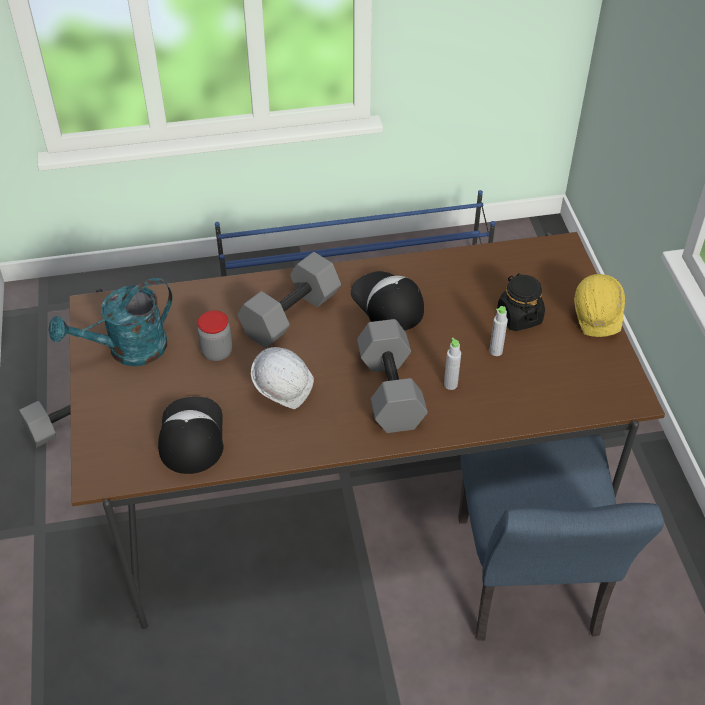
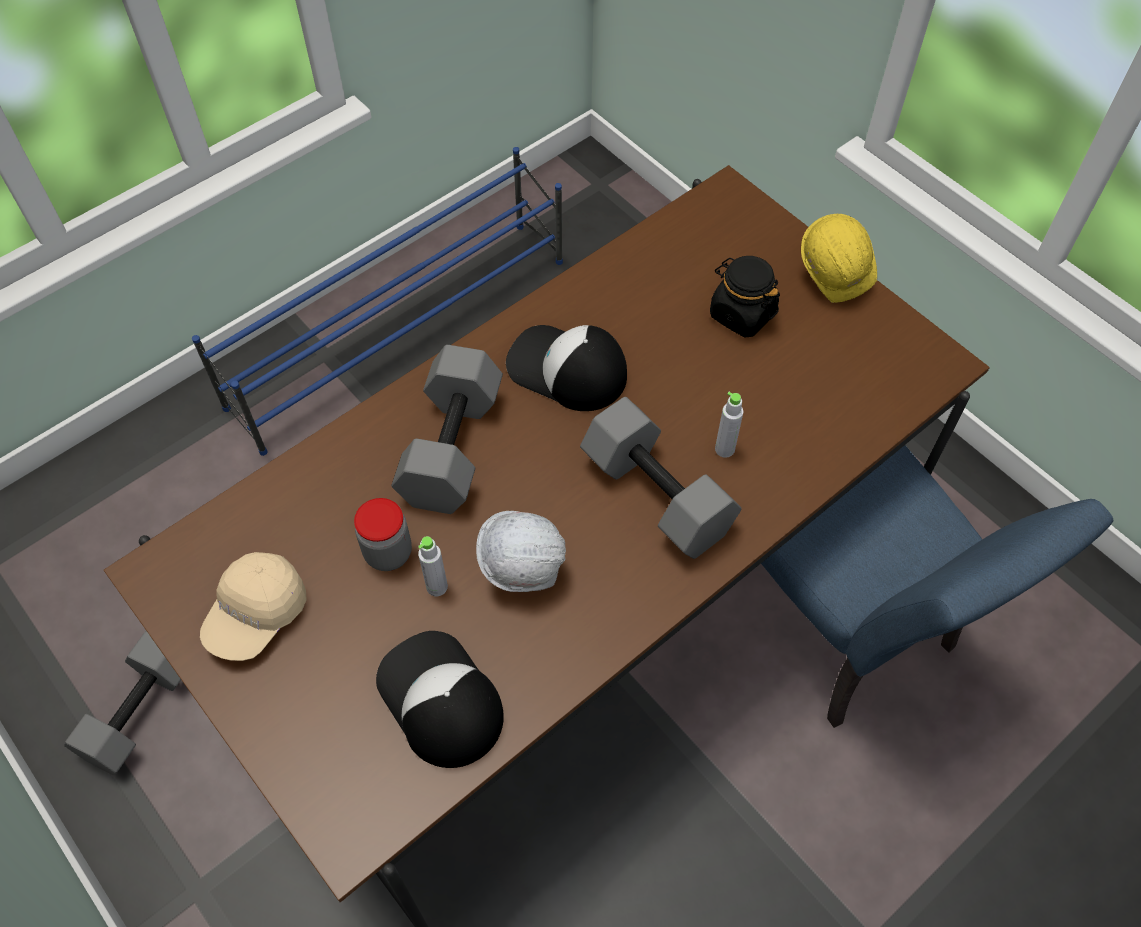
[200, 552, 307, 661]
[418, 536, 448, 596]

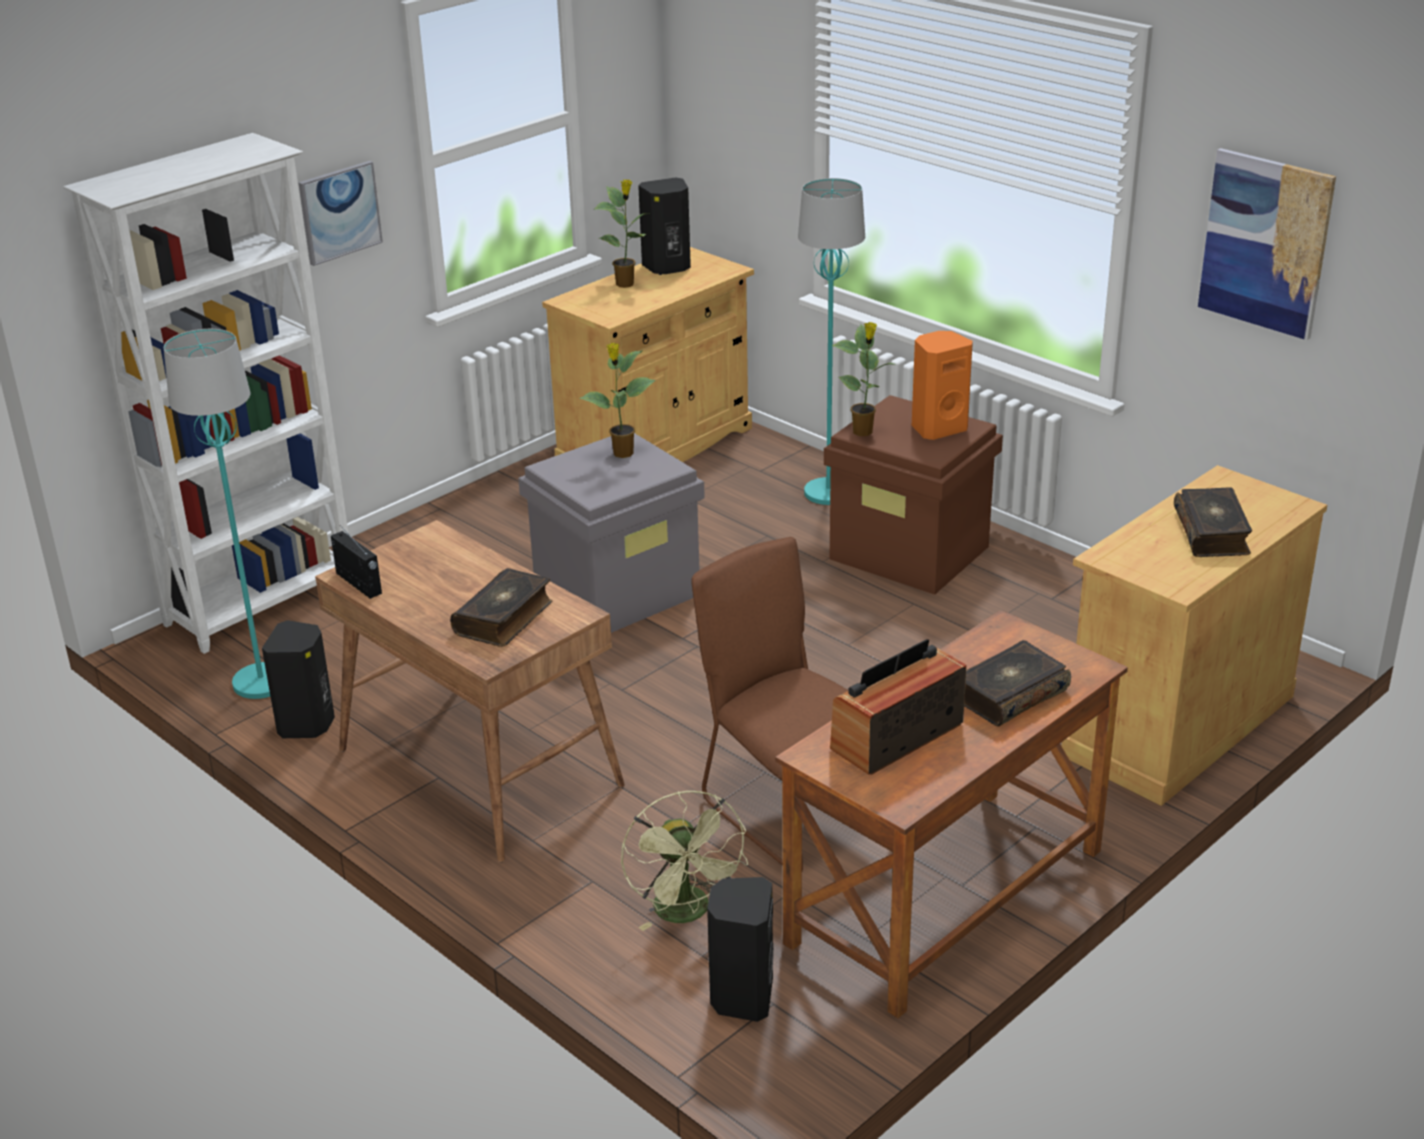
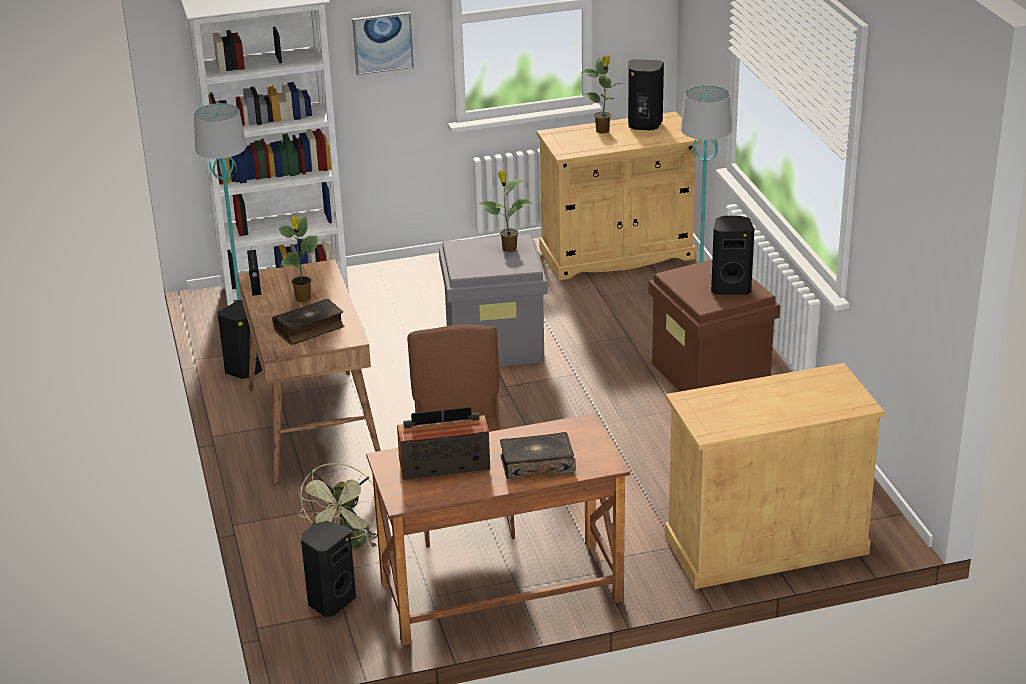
[279, 216, 318, 302]
[711, 216, 754, 295]
[1174, 488, 1252, 557] (first image)
[1198, 148, 1336, 340] (first image)

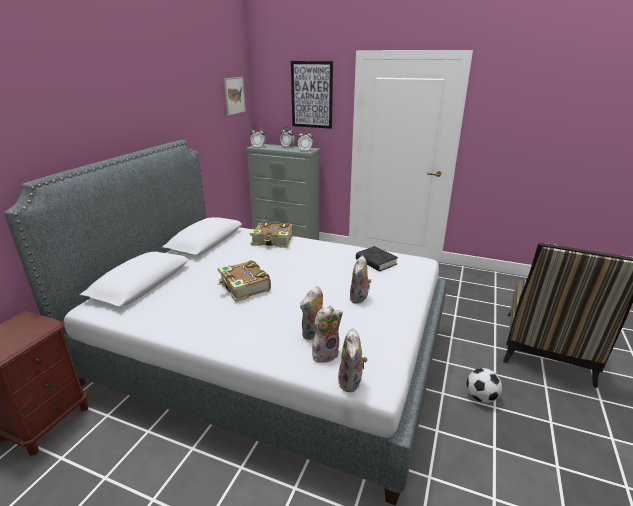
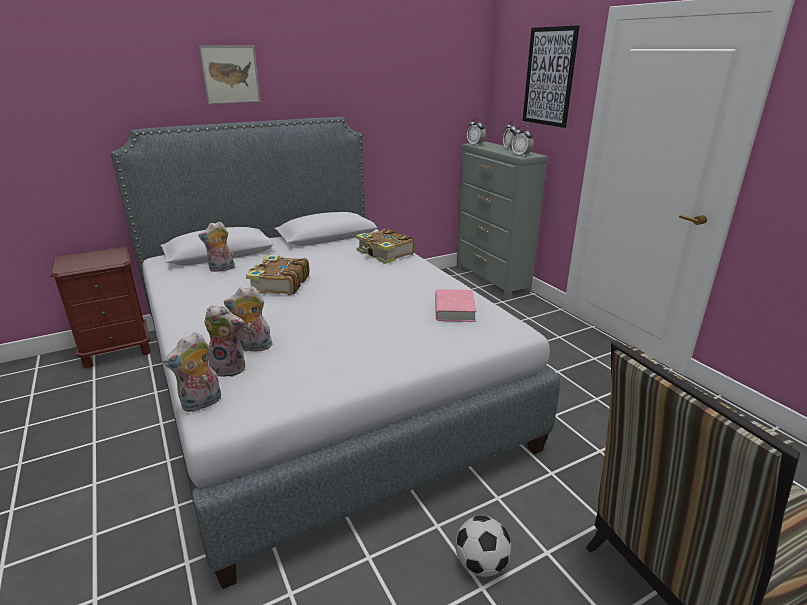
[198, 221, 235, 272]
[199, 45, 261, 104]
[435, 289, 476, 322]

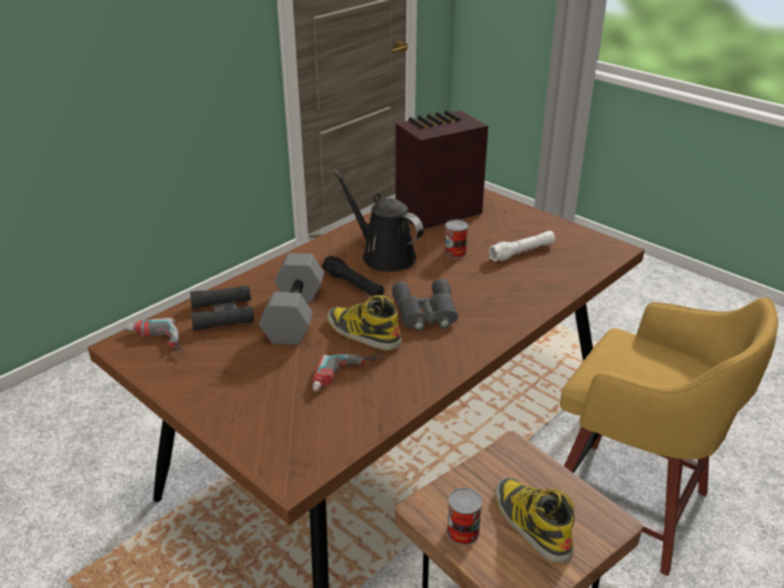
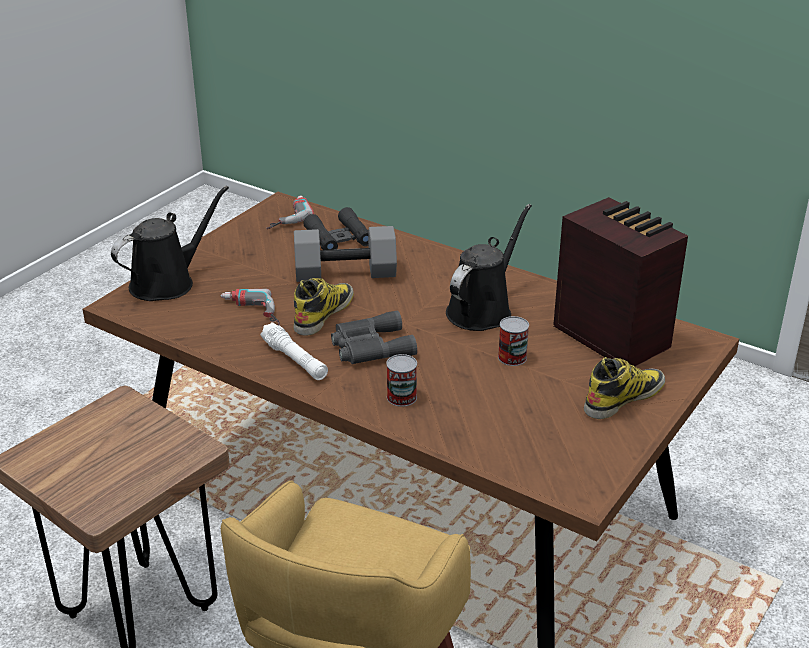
[111, 186, 229, 301]
[260, 322, 328, 380]
[386, 354, 417, 407]
[584, 357, 665, 419]
[322, 255, 384, 296] (first image)

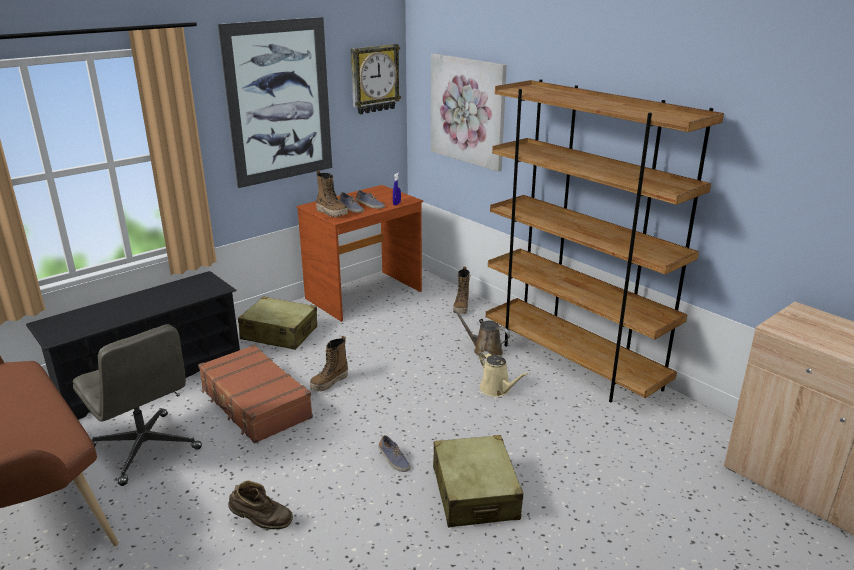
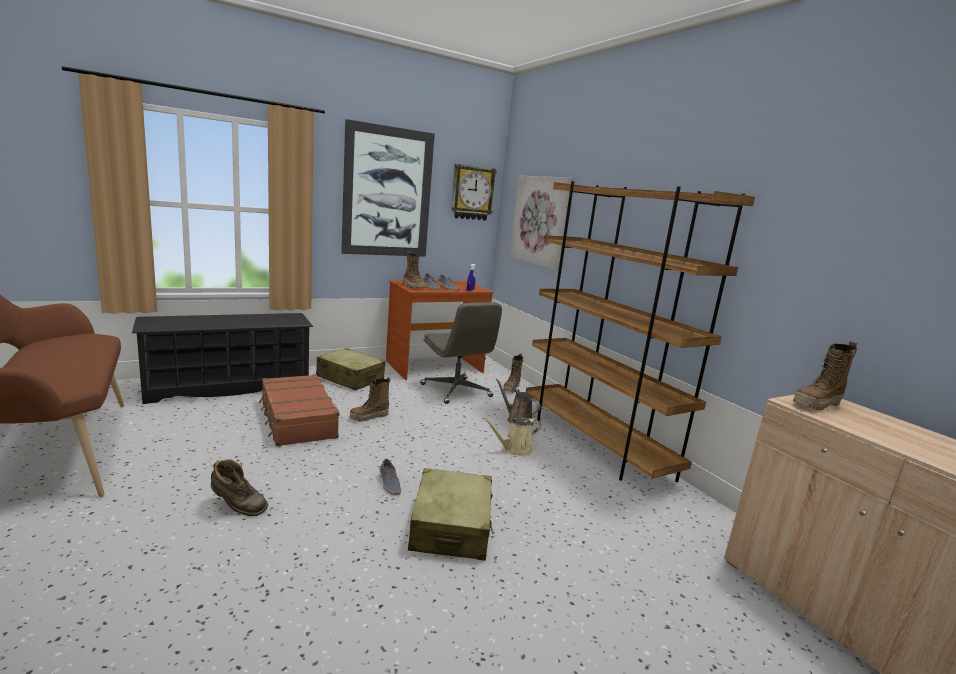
[420, 302, 502, 404]
[483, 417, 541, 456]
[793, 341, 857, 410]

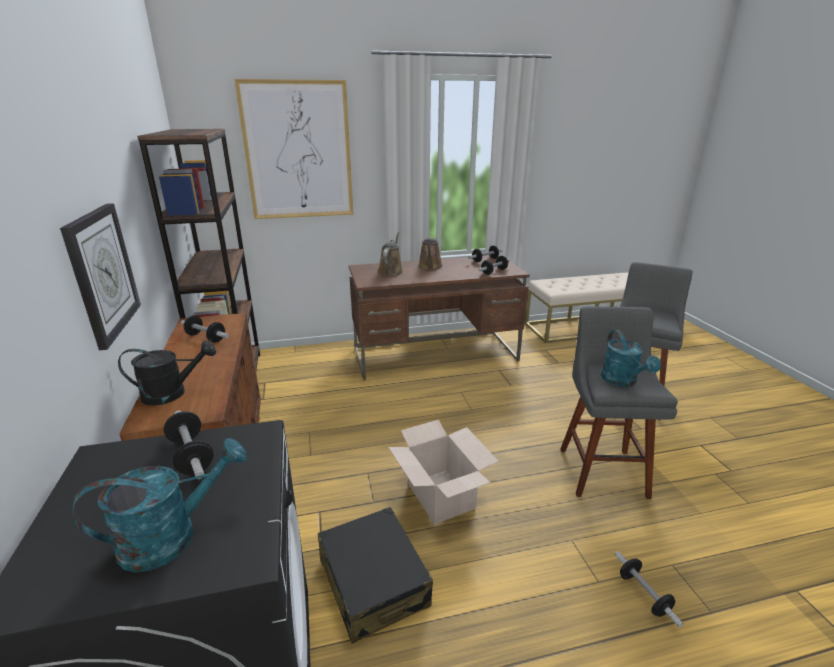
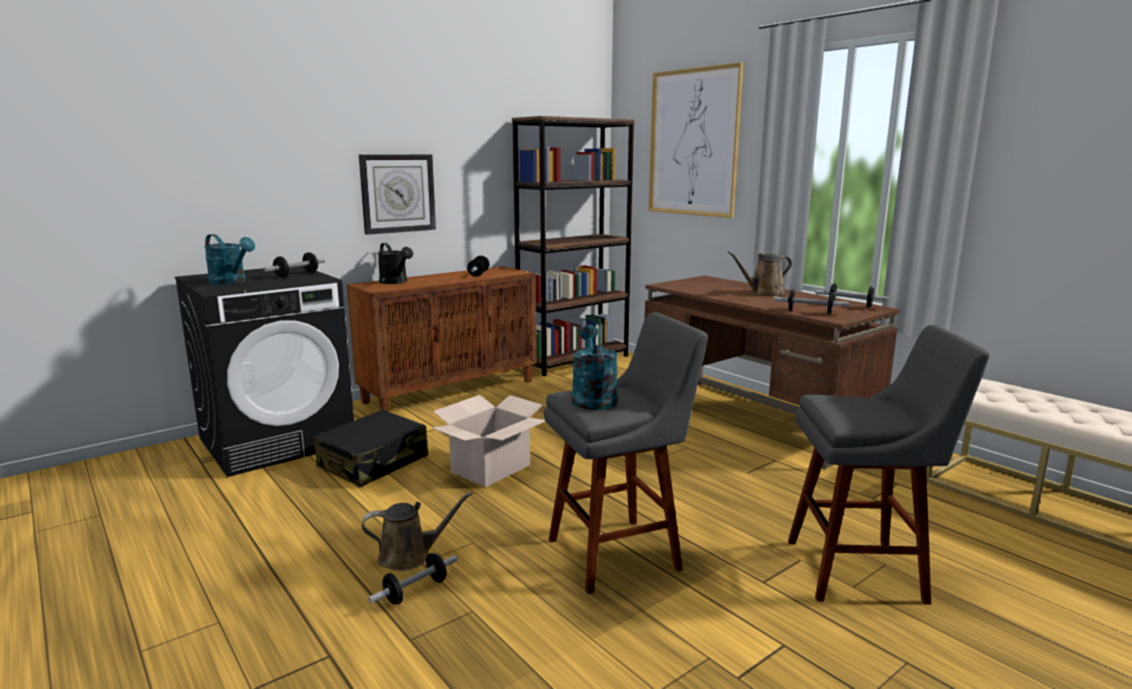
[362, 492, 473, 571]
[572, 325, 618, 410]

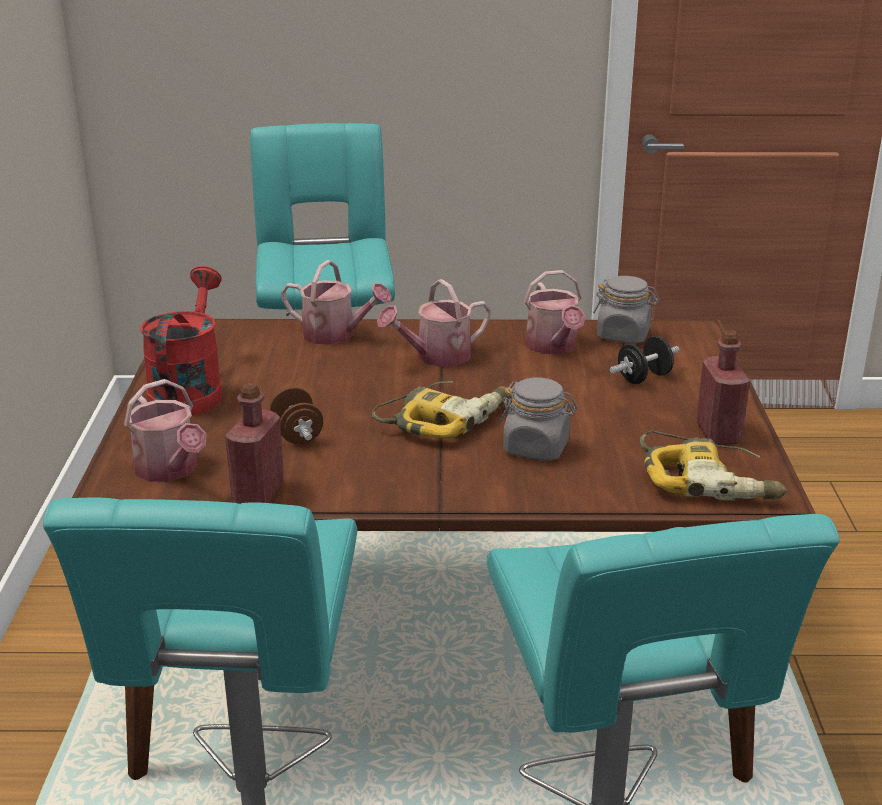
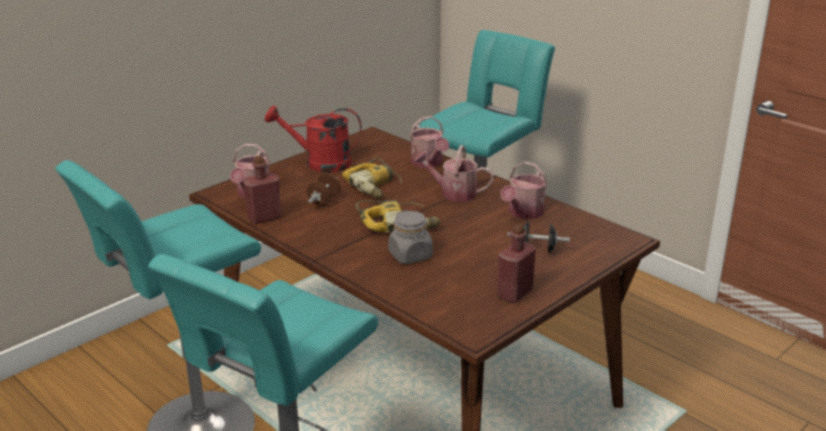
[265, 105, 362, 172]
[342, 157, 402, 199]
[593, 276, 660, 343] (first image)

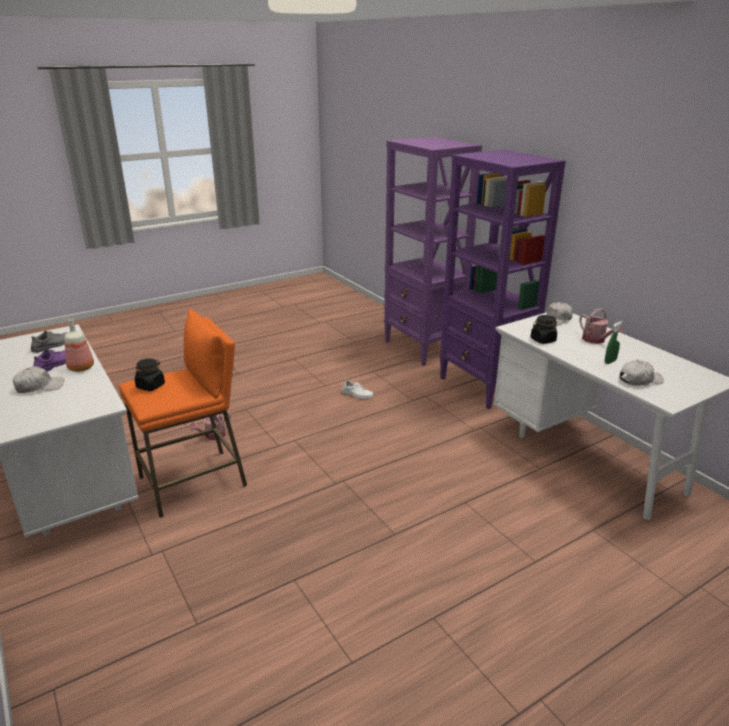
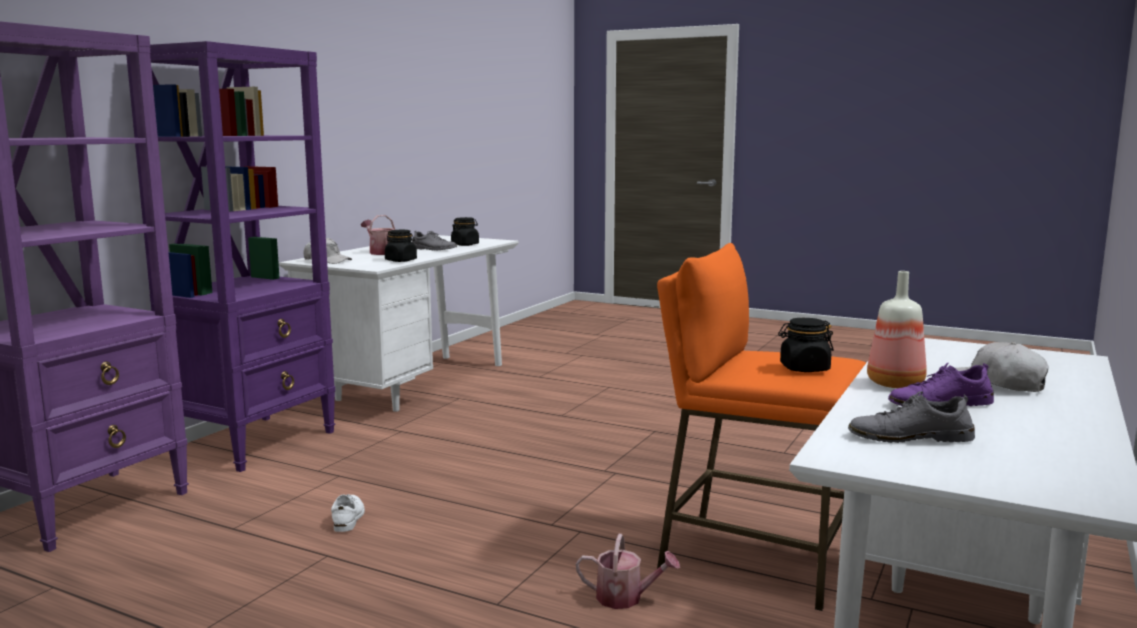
[361, 215, 395, 255]
[412, 231, 457, 251]
[451, 217, 479, 246]

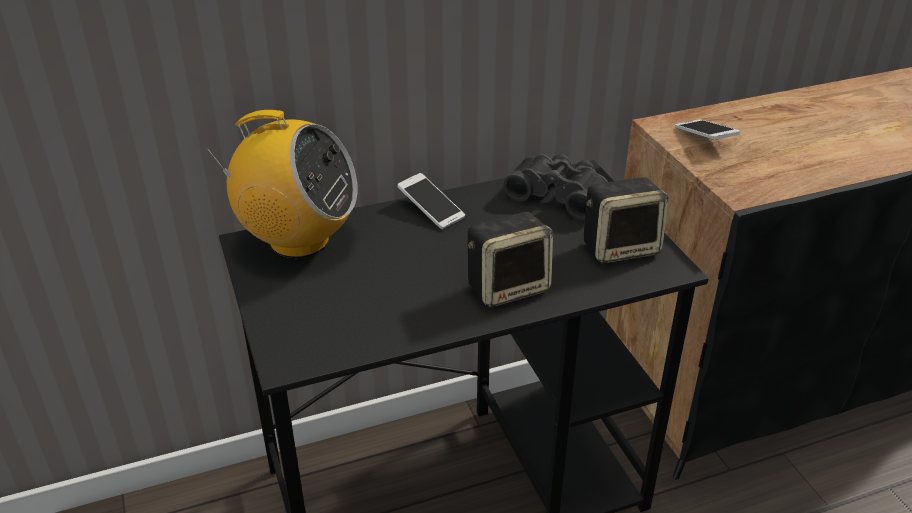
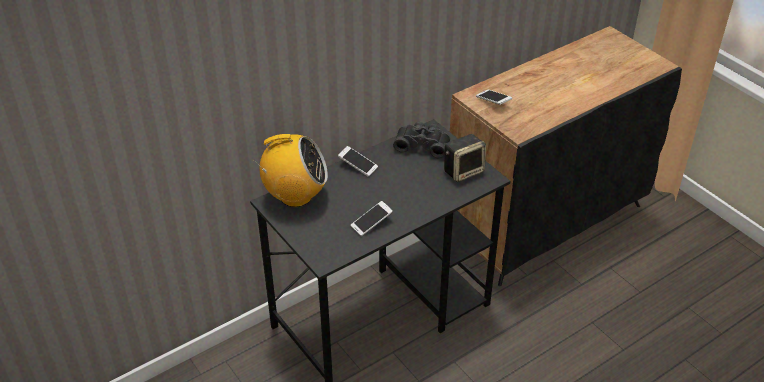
[351, 201, 393, 236]
[468, 212, 553, 308] (first image)

